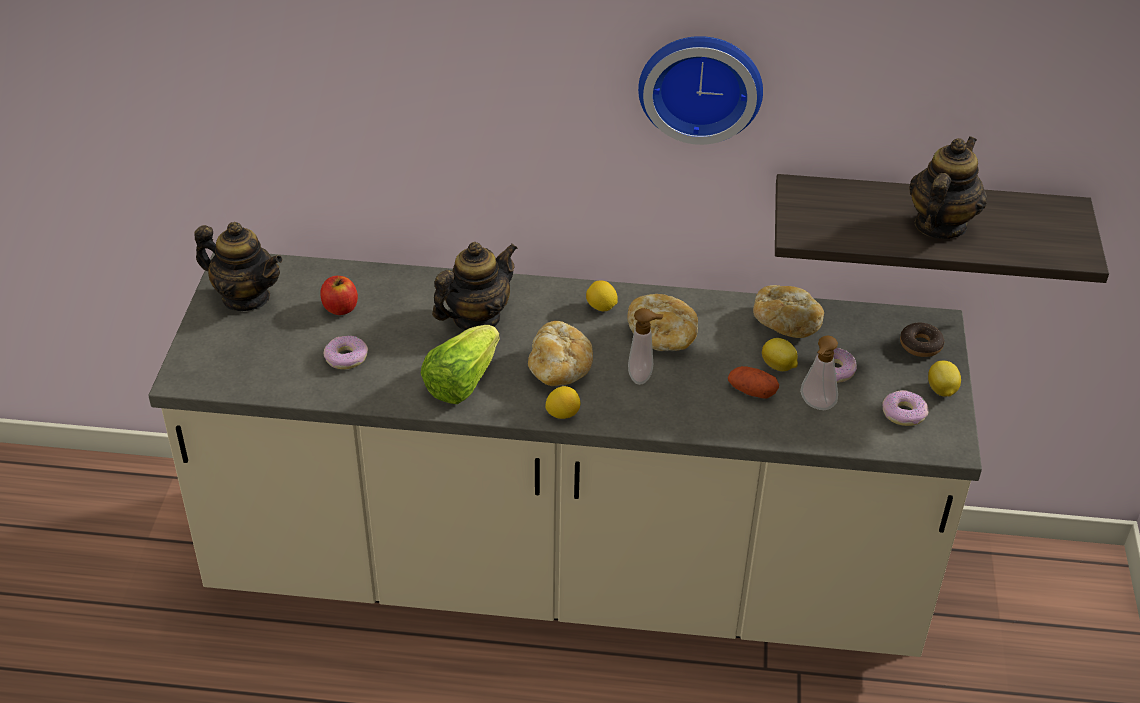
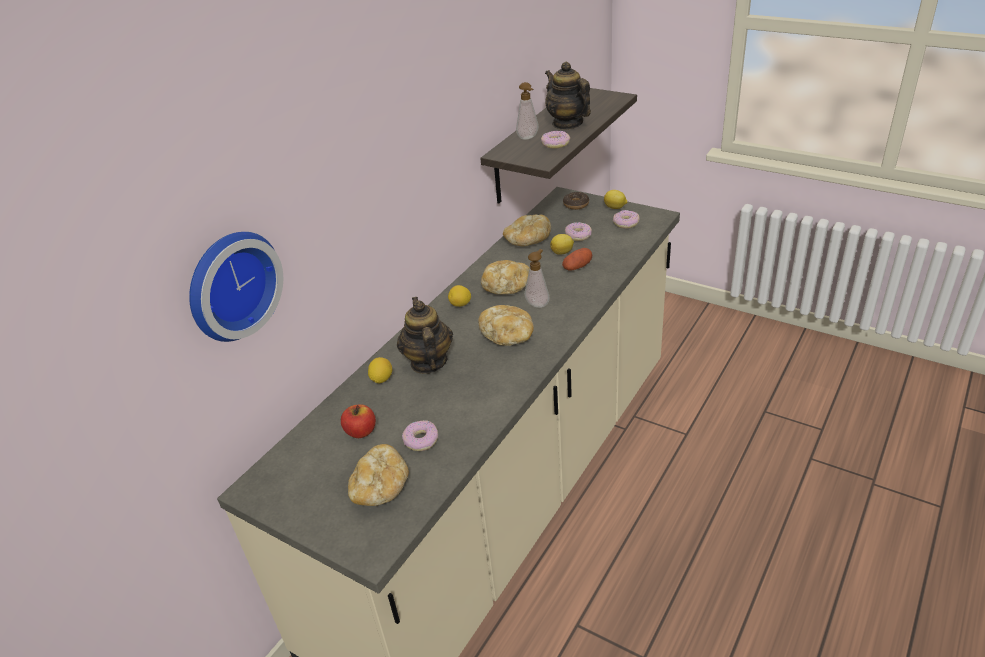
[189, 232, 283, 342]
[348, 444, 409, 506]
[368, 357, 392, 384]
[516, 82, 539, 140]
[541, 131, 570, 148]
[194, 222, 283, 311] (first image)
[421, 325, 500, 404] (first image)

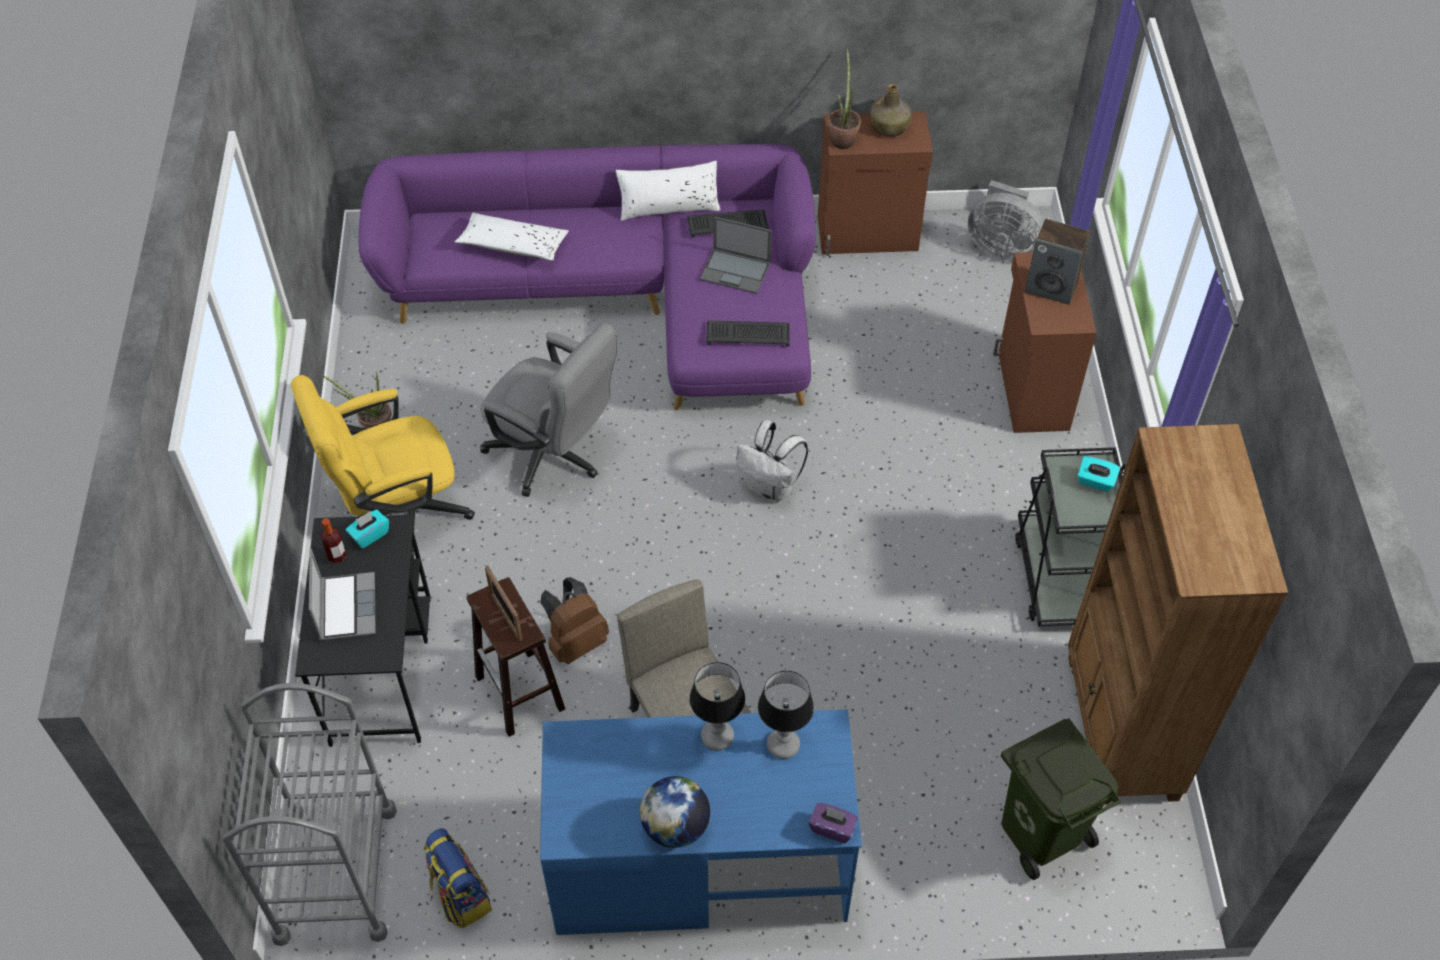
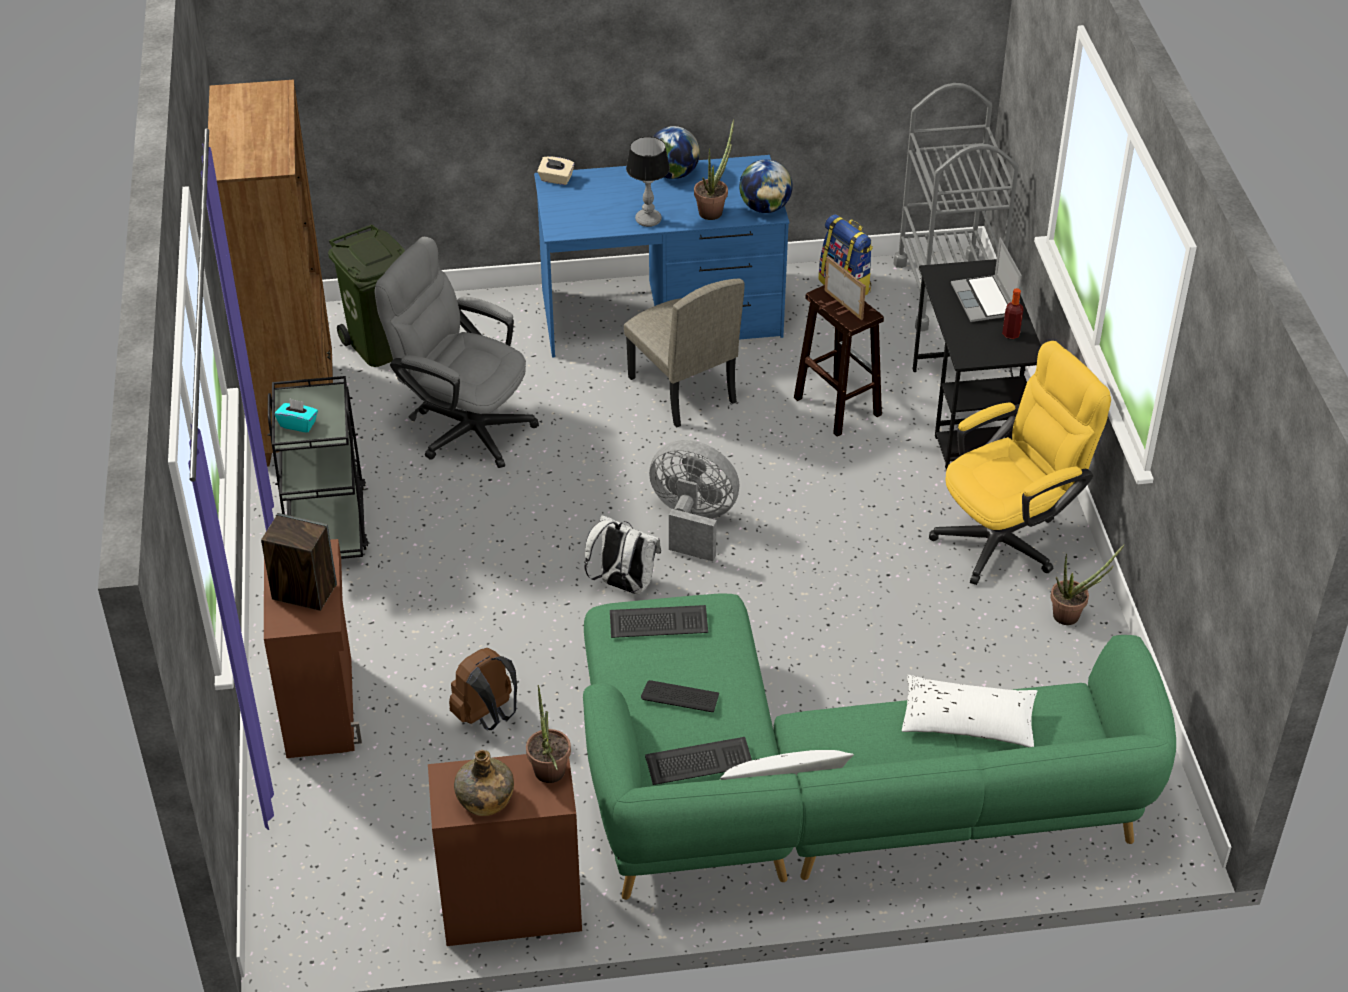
[375, 237, 539, 468]
[449, 648, 517, 730]
[537, 156, 574, 185]
[583, 594, 1176, 900]
[641, 680, 719, 712]
[649, 440, 739, 561]
[694, 119, 734, 220]
[739, 159, 793, 213]
[346, 510, 389, 548] (first image)
[758, 671, 814, 759] (first image)

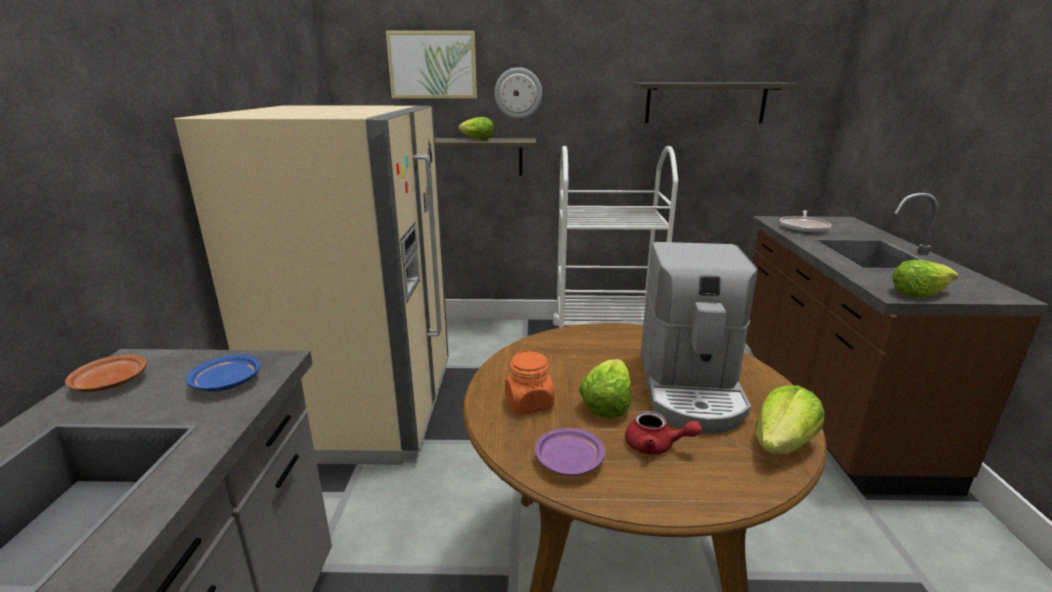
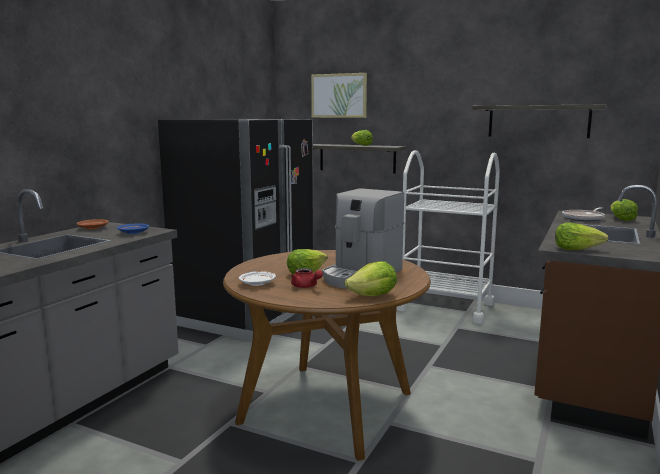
[158, 119, 314, 340]
[239, 271, 276, 286]
[611, 199, 638, 221]
[494, 67, 542, 119] (first image)
[505, 350, 554, 415] (first image)

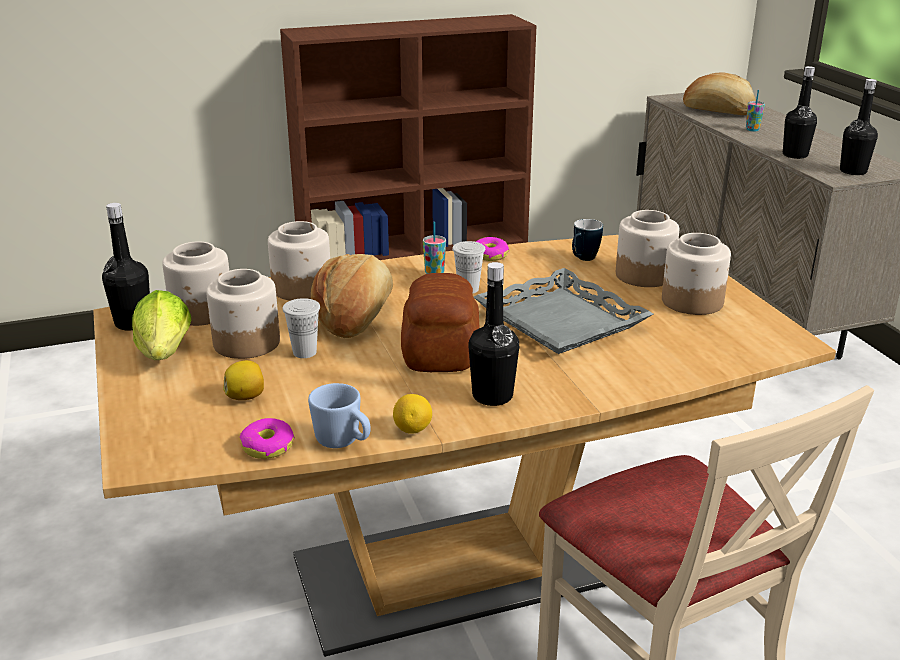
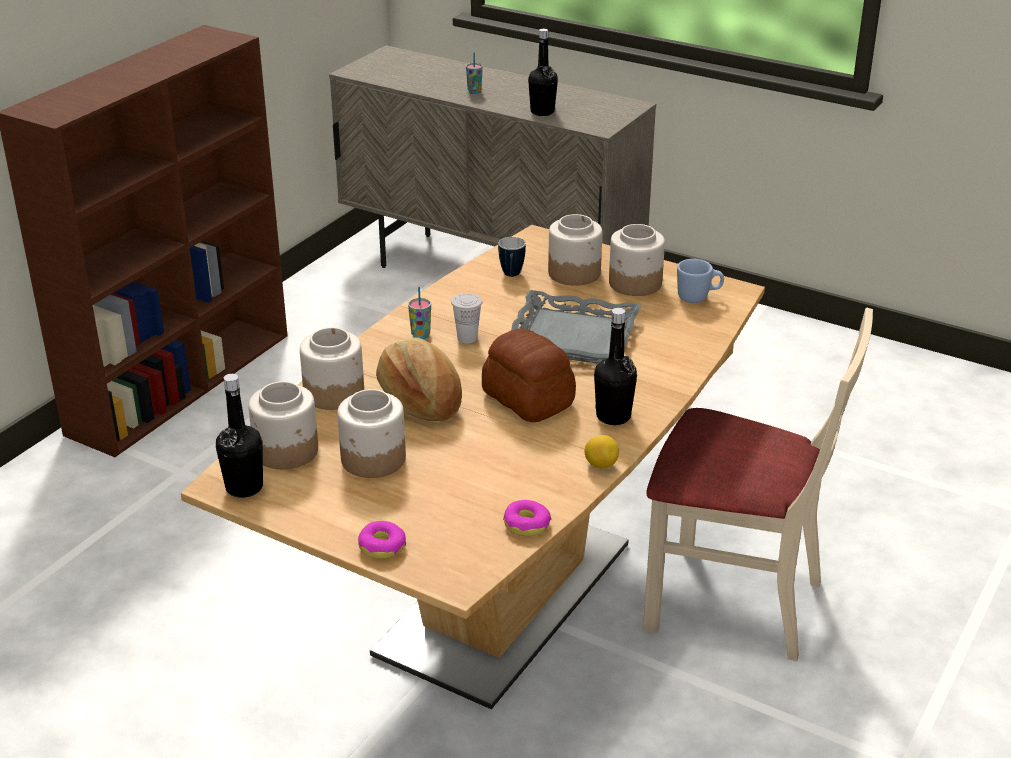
[358, 521, 406, 559]
[677, 259, 724, 303]
[132, 290, 191, 360] (first image)
[223, 360, 264, 400] (first image)
[282, 298, 320, 358] (first image)
[683, 72, 756, 115] (first image)
[840, 79, 878, 175] (first image)

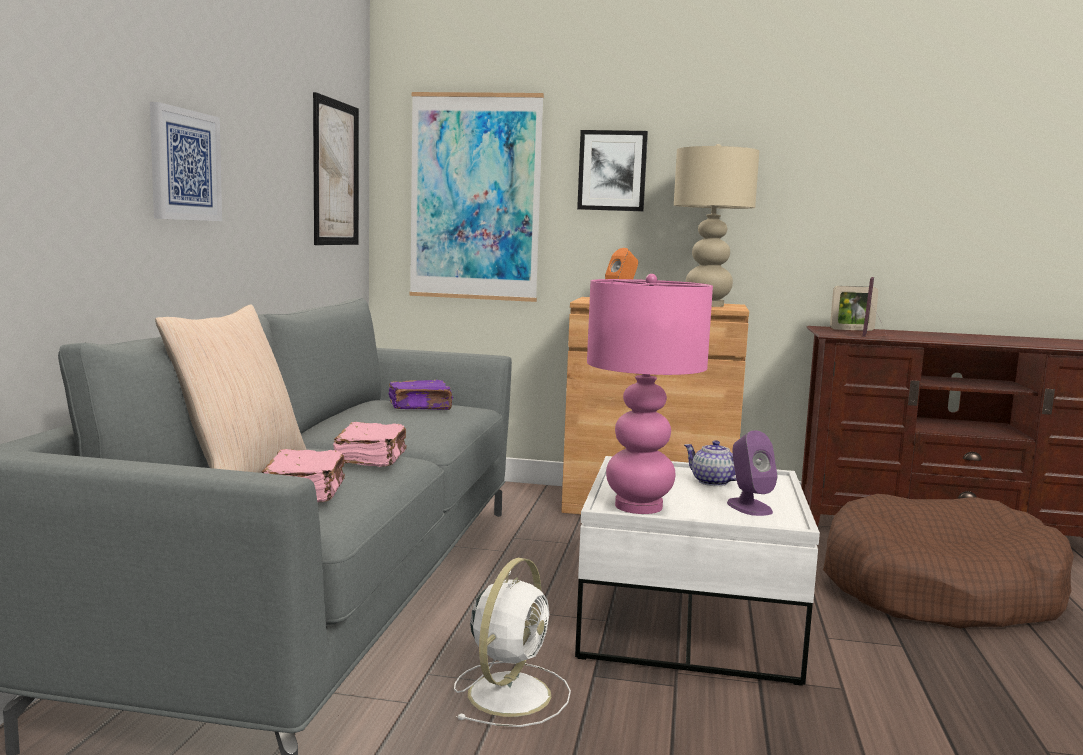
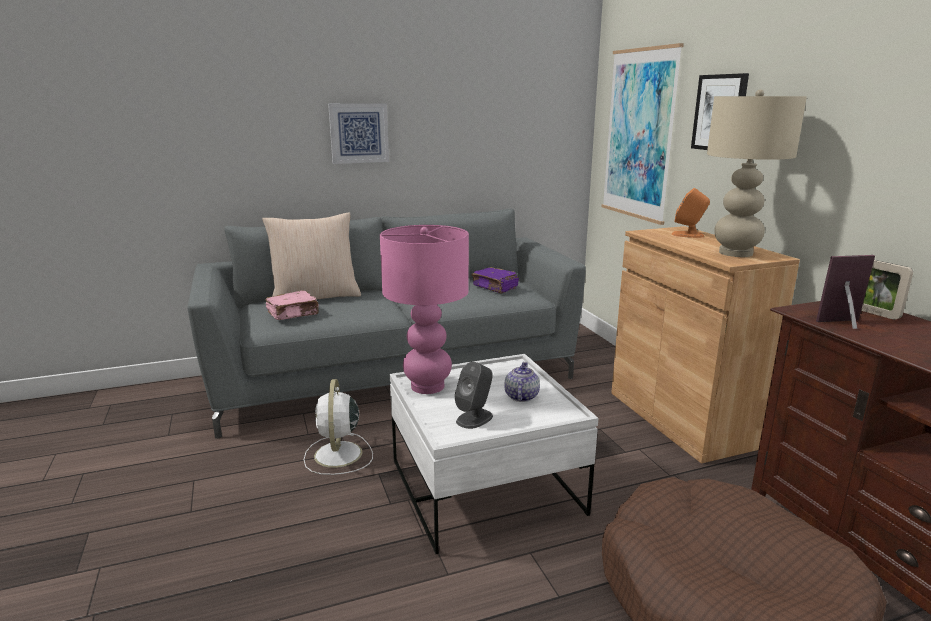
[303, 379, 373, 475]
[454, 362, 493, 429]
[313, 92, 359, 245] (first image)
[333, 422, 406, 467] (first image)

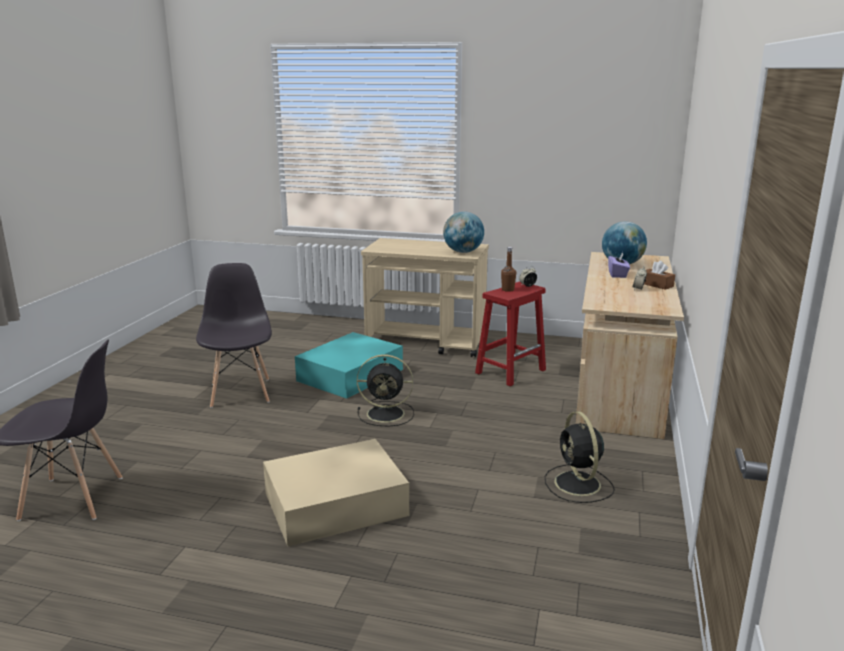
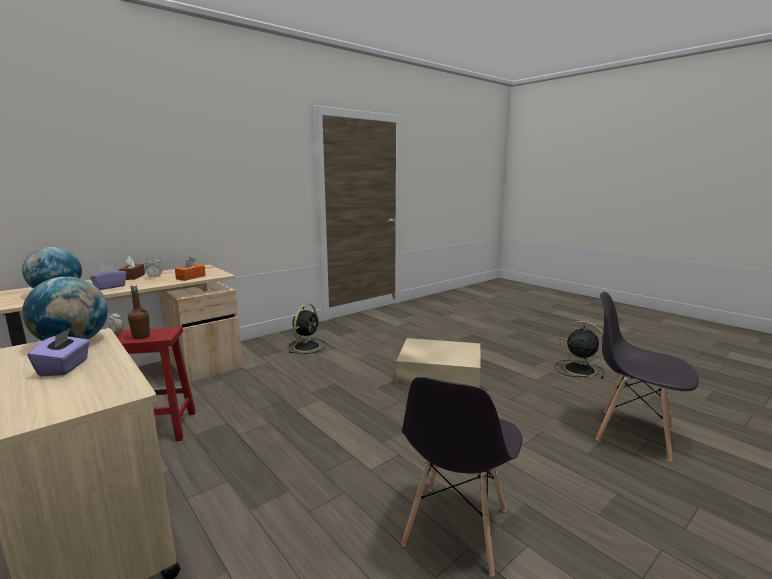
[28, 328, 90, 376]
[175, 257, 206, 281]
[555, 321, 604, 379]
[295, 332, 403, 399] (first image)

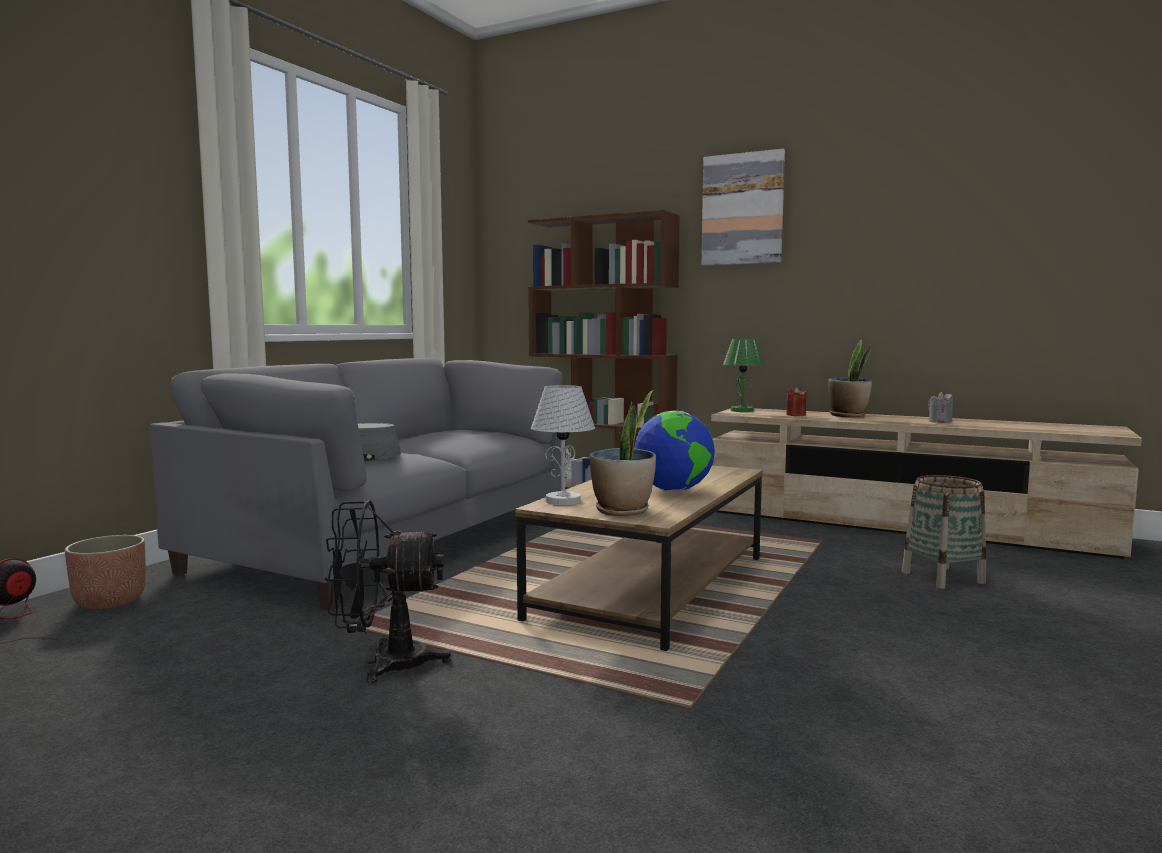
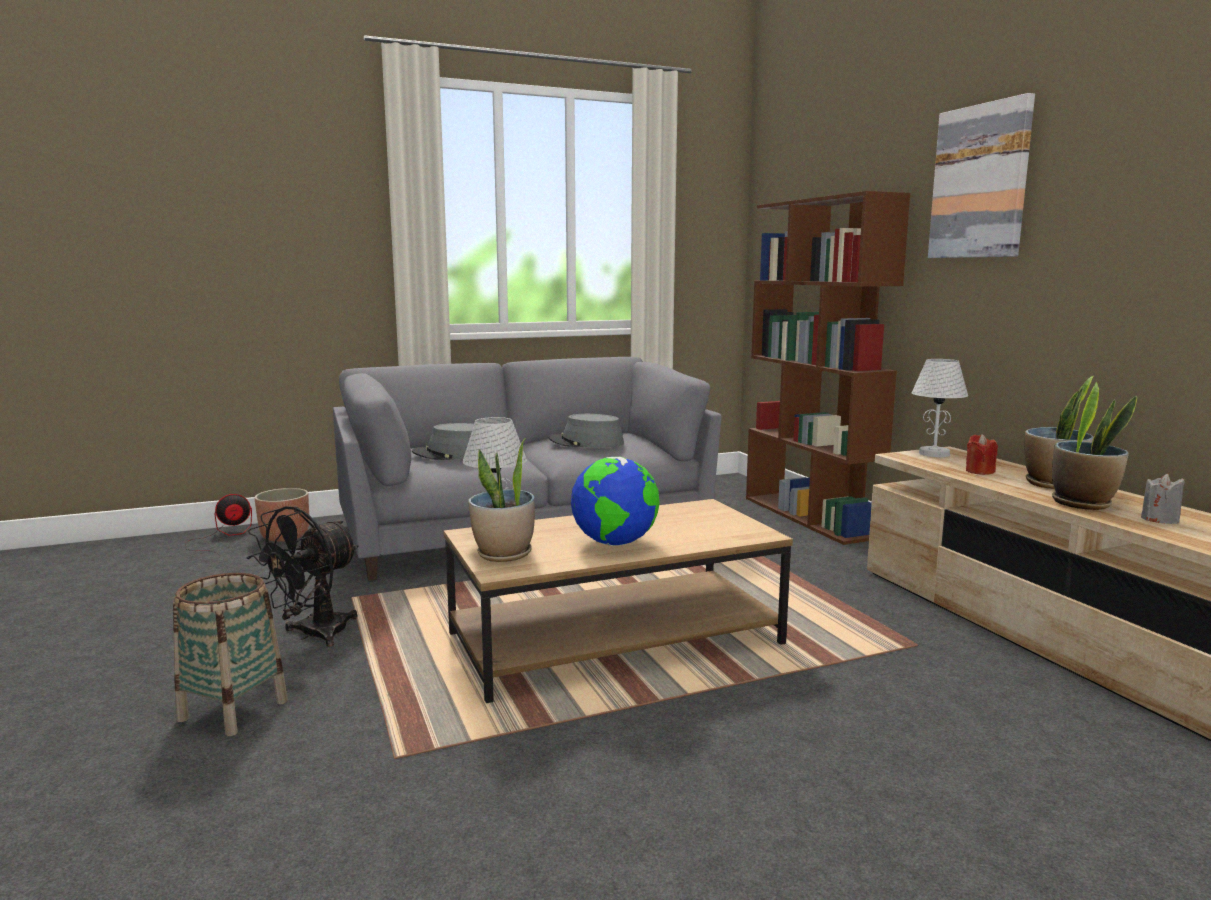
[173, 573, 288, 736]
[247, 506, 359, 647]
[548, 414, 624, 447]
[912, 359, 968, 457]
[1052, 382, 1137, 510]

